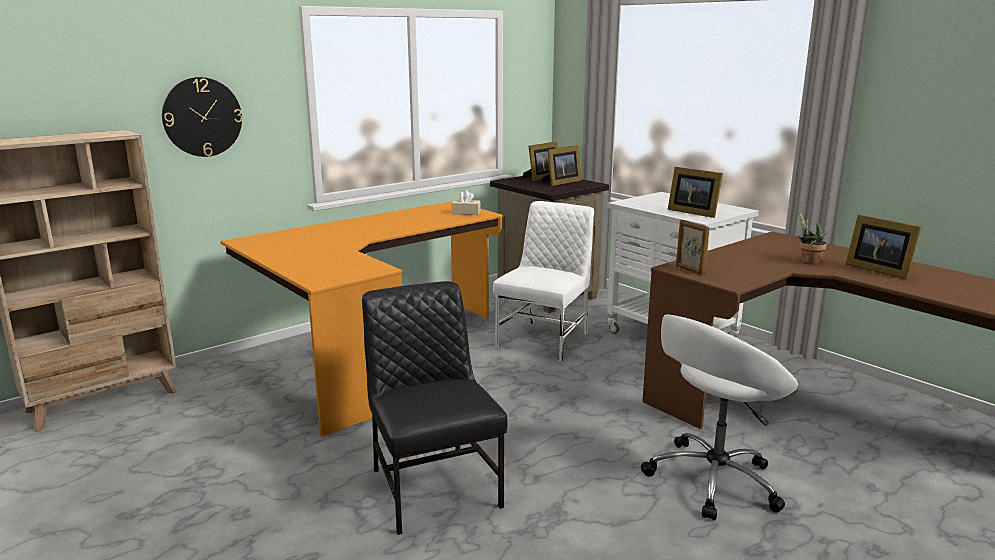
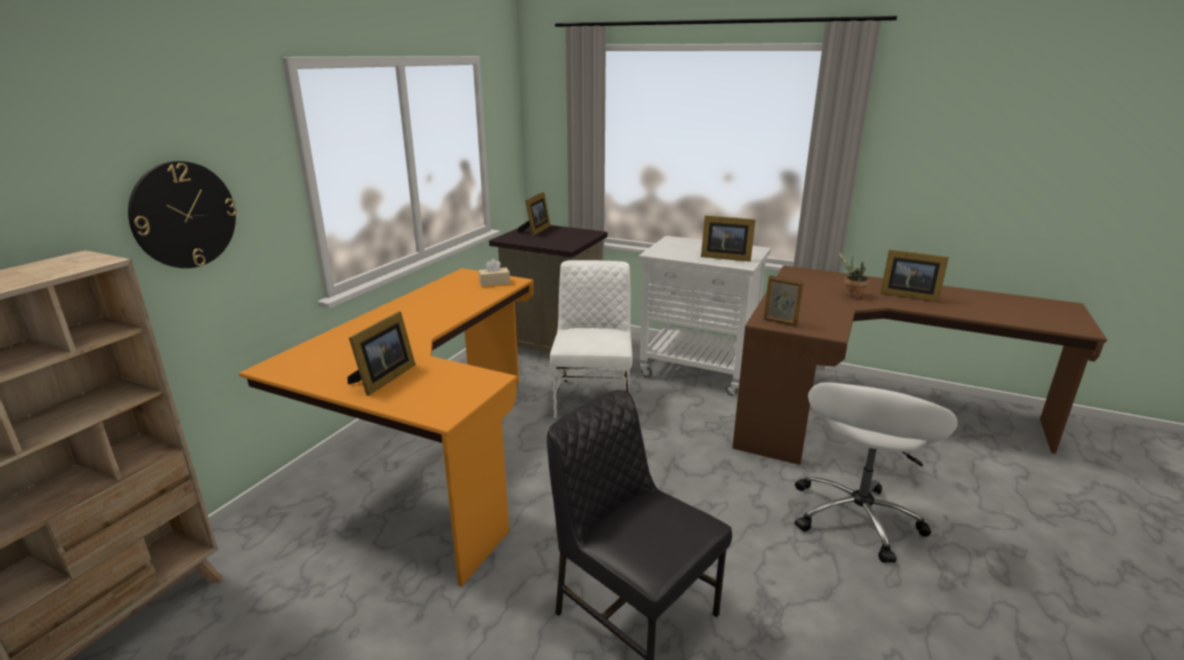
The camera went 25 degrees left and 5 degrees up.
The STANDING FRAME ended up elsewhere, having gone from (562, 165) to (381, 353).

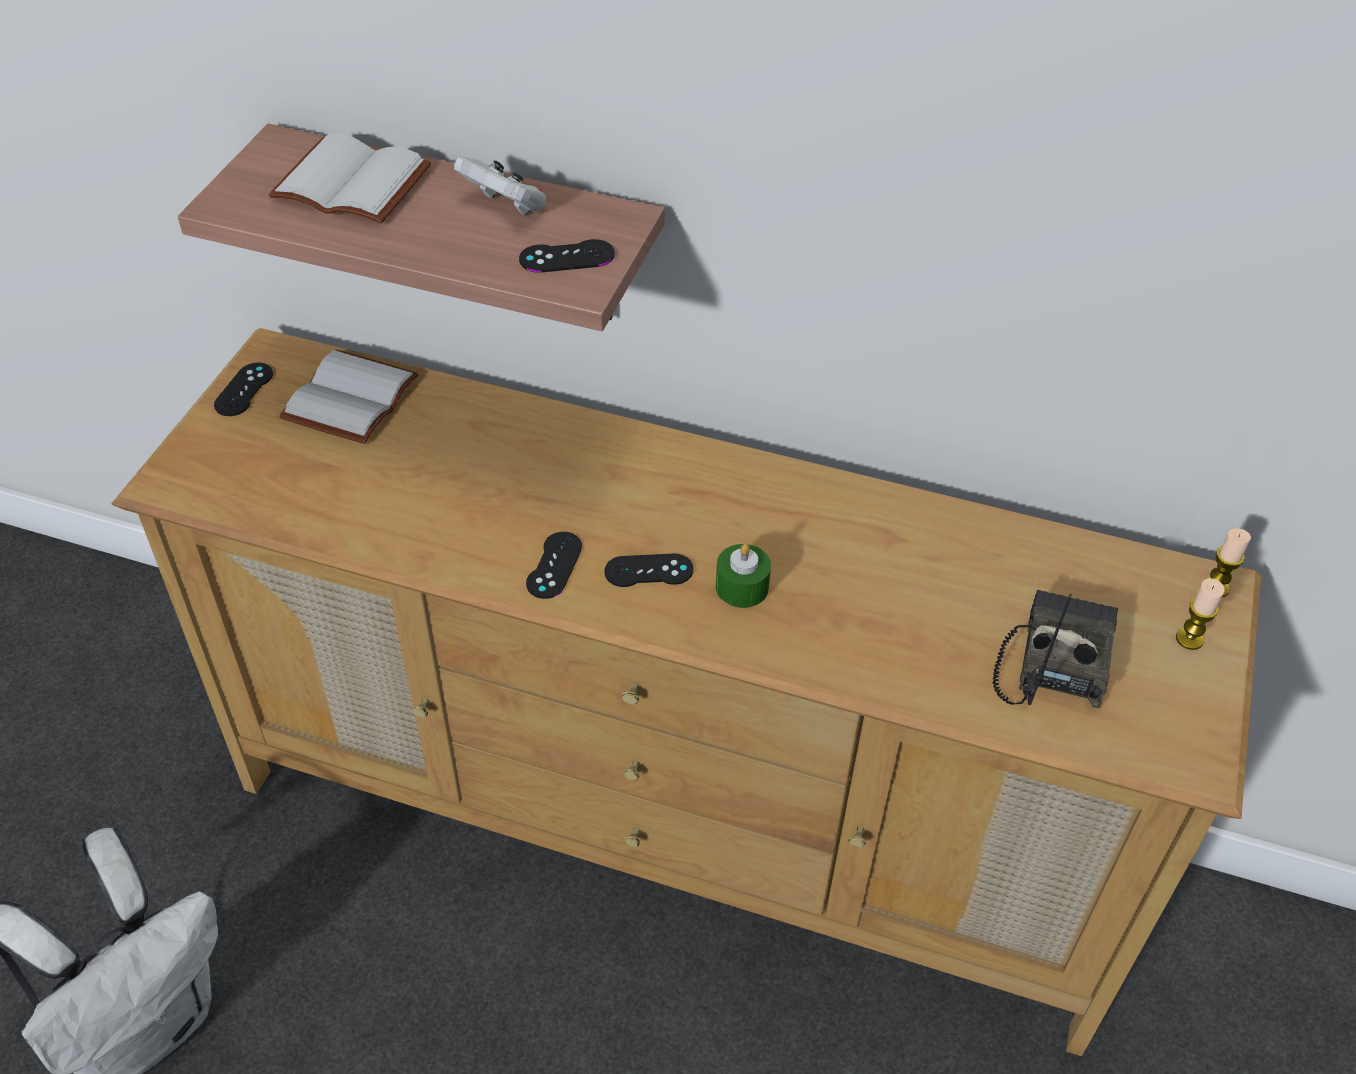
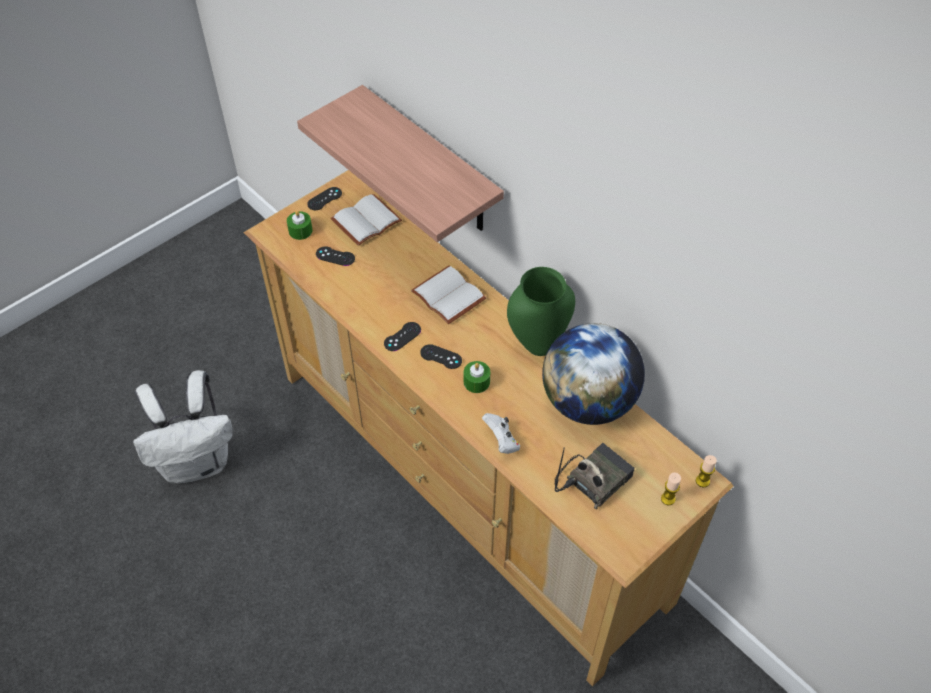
The camera went 30 degrees right and 5 degrees up.
The second view gained the GREENISH WAX CANDLE at (300, 225).
The second view gained the GREENISH FLOWER VASE at (541, 311).
The second view gained the GLOBE at (593, 374).
The WHITISH VOLUME ended up elsewhere, having gone from (349, 179) to (448, 295).
The WHITISH GAMEPAD ended up elsewhere, having gone from (500, 185) to (501, 433).
The BLACK GAMEPAD ended up elsewhere, having gone from (567, 256) to (335, 256).

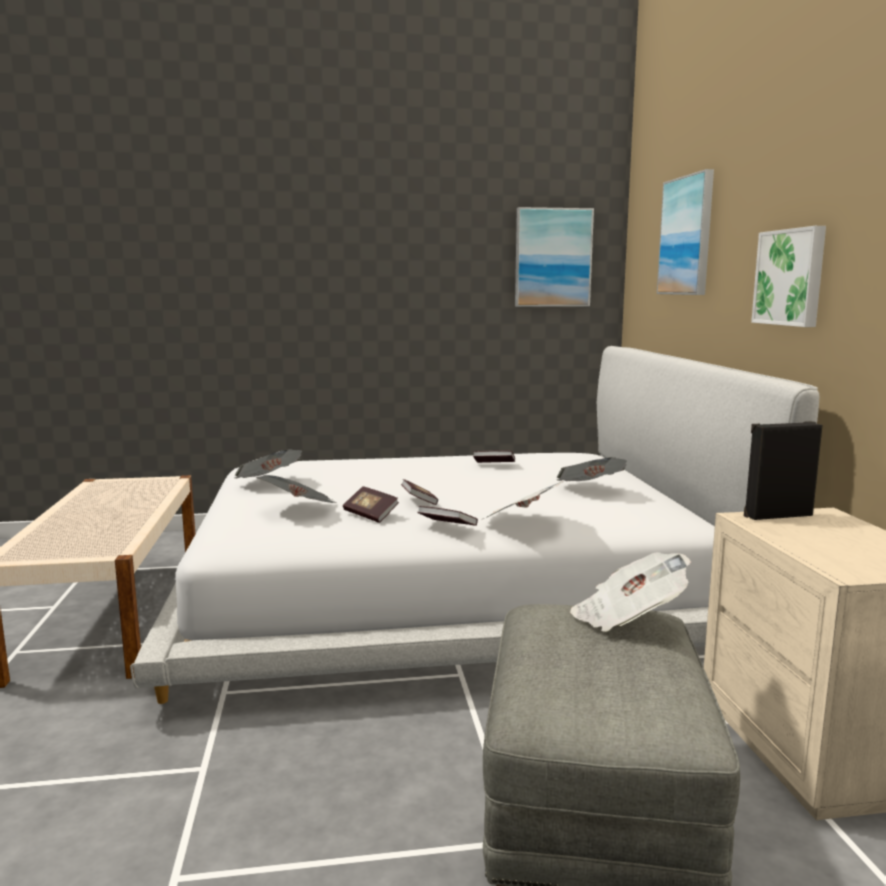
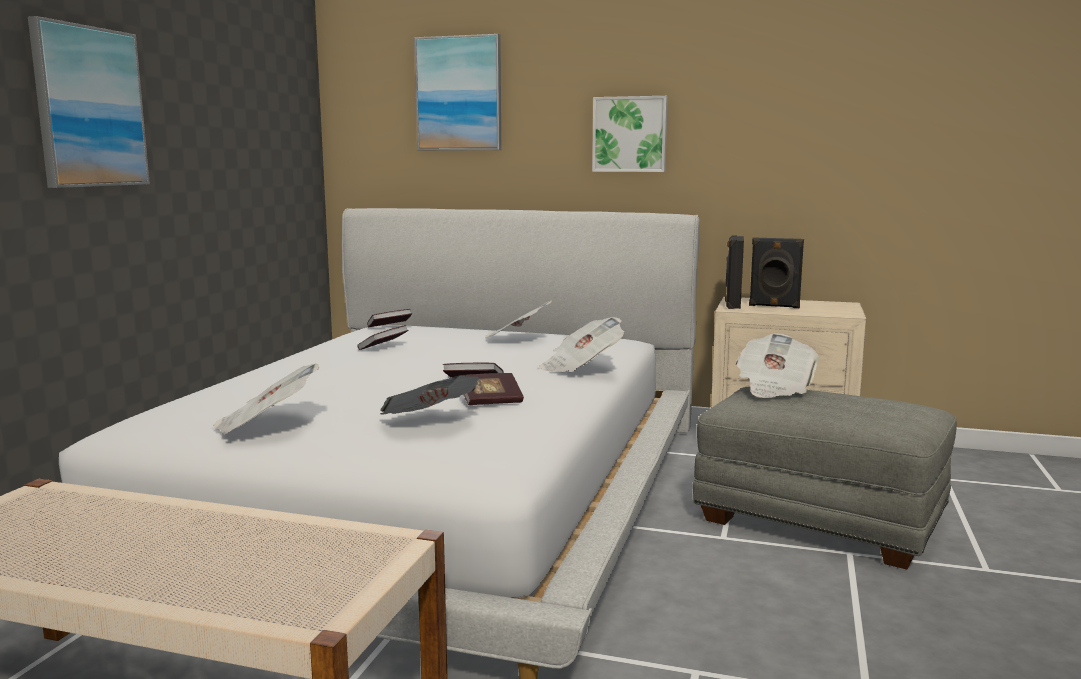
The camera went 65 degrees left and 0 degrees up.
The second view gained the BLACK AUDIO SPEAKER at (776, 273).
The VOLUME ended up elsewhere, having gone from (448, 516) to (389, 318).
The WALL PICTURE ended up elsewhere, having gone from (554, 257) to (89, 102).

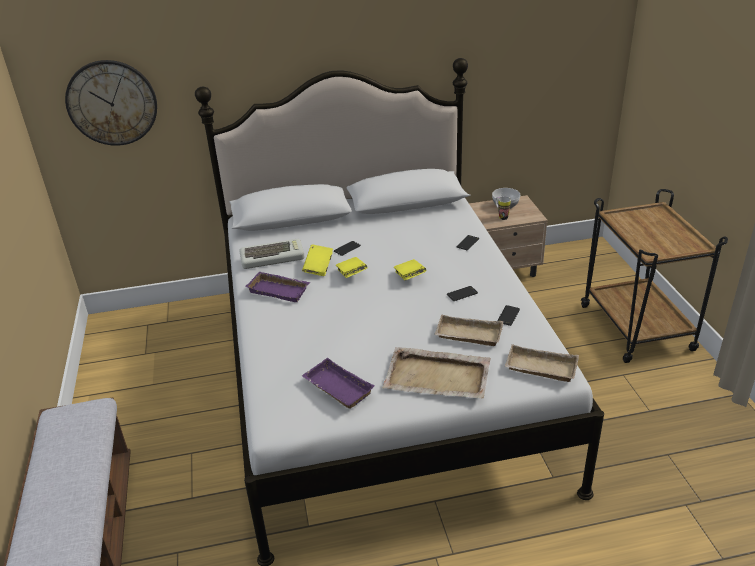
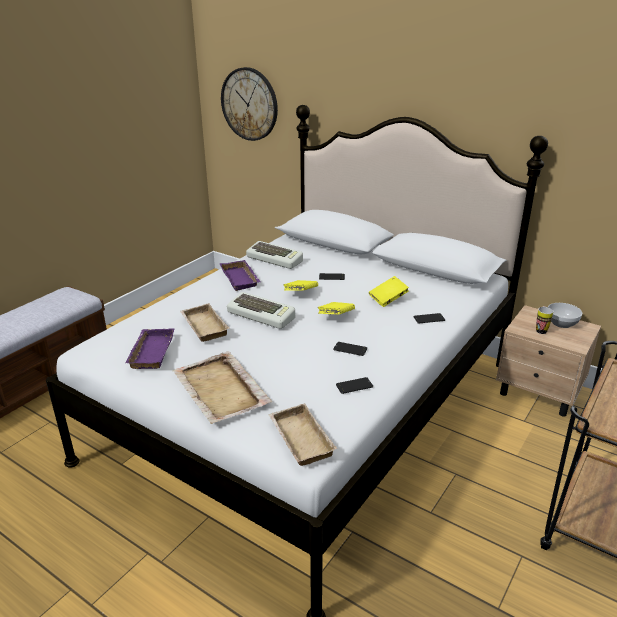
The camera went 45 degrees right and 5 degrees down.
The second view gained the PC KEYBOARD at (261, 310).
The YELLOW-COLOURED VOLUME ended up elsewhere, having gone from (317, 260) to (389, 291).
The SAND-COLOURED TRAY ended up elsewhere, having gone from (468, 330) to (204, 322).

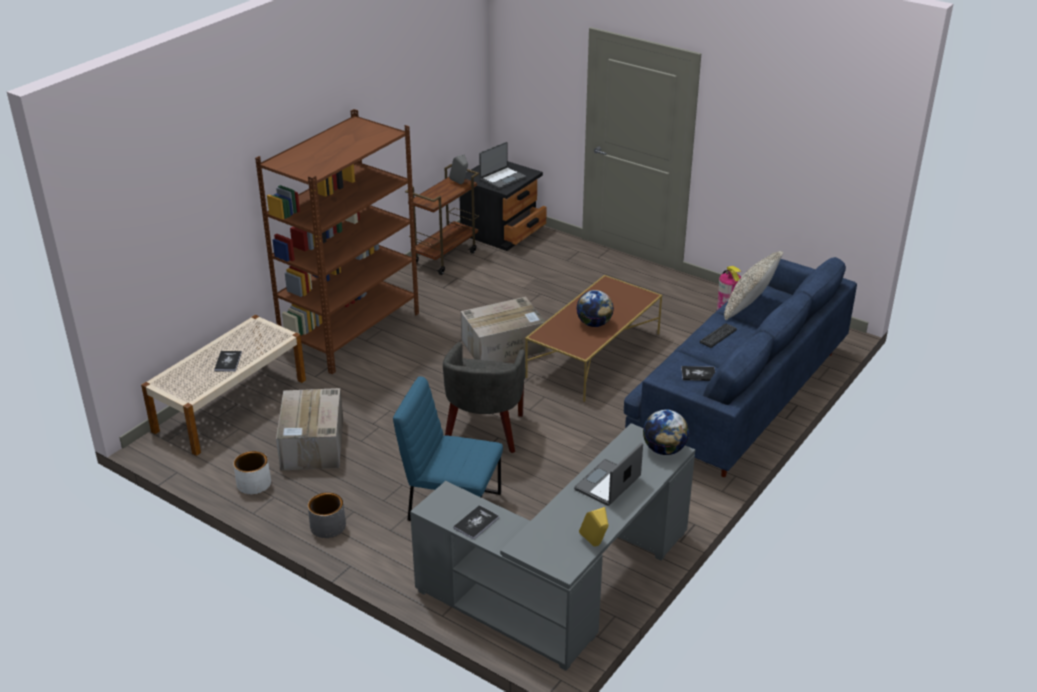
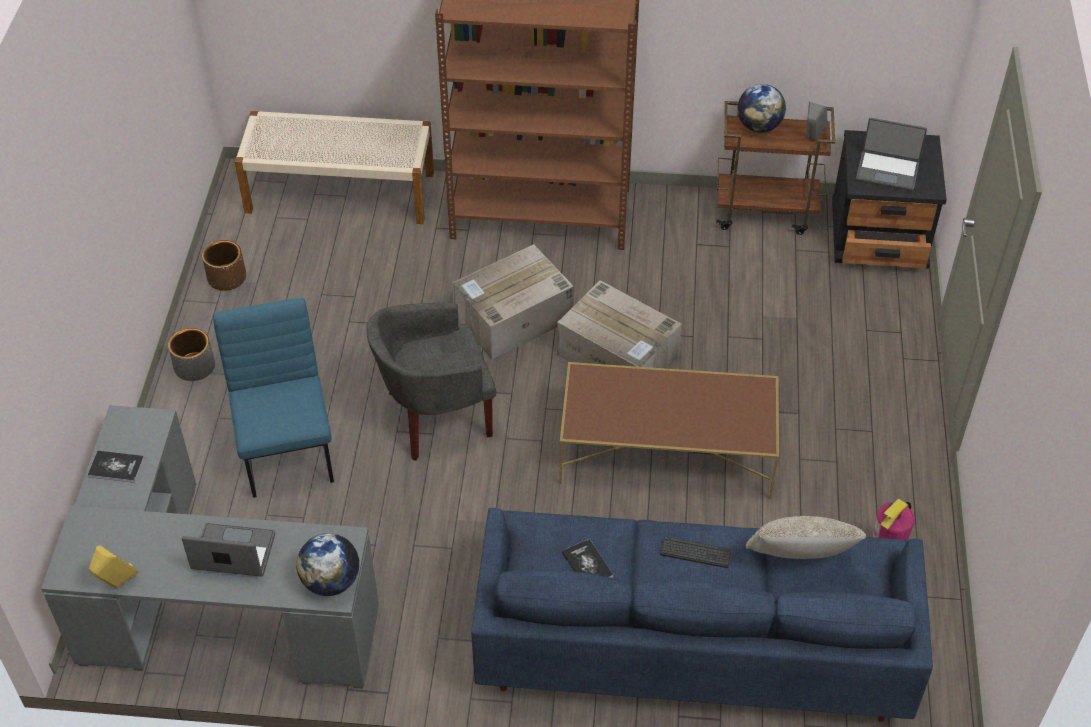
The camera went 60 degrees right and 15 degrees up.
The second view lost the VOLUME at (228, 361).
The CARTON ended up elsewhere, having gone from (309, 429) to (513, 302).
The GLOBE ended up elsewhere, having gone from (594, 308) to (761, 108).
What was the WHITISH PLANT POT at (252, 473) turned into the BROWNISH PLANT POT at (224, 265).

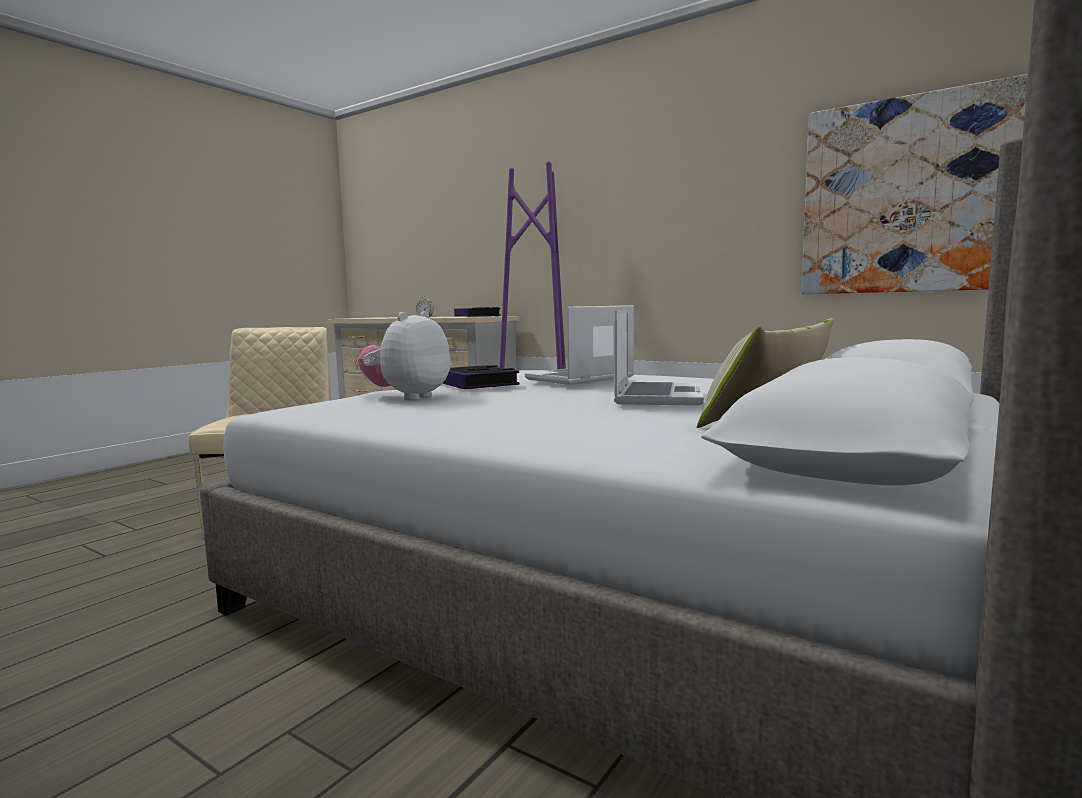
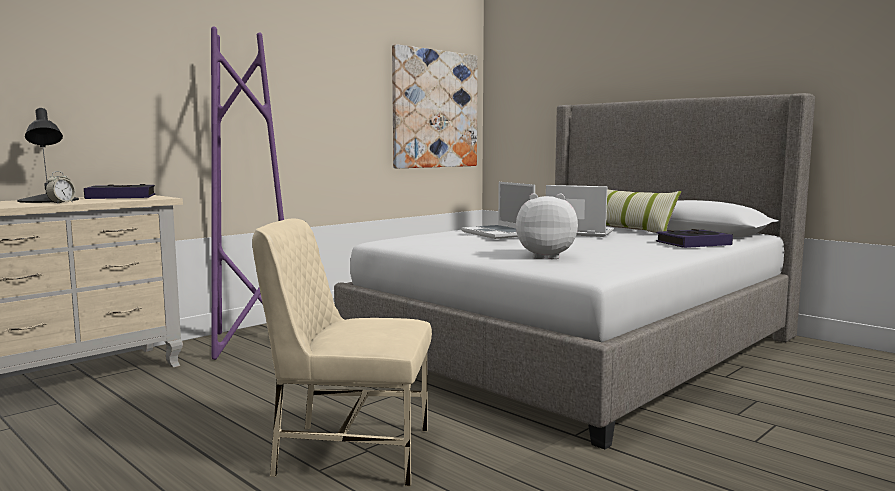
The camera went 80 degrees left and 0 degrees up.
The second view gained the BLACK TABLE LAMP at (48, 155).
The VOLUME ended up elsewhere, having gone from (480, 377) to (694, 238).
The SOFT TOY at (404, 356) ended up facing another way, 150 degrees clockwise from before.

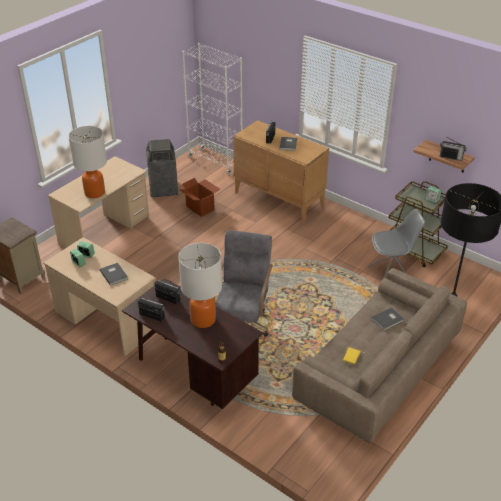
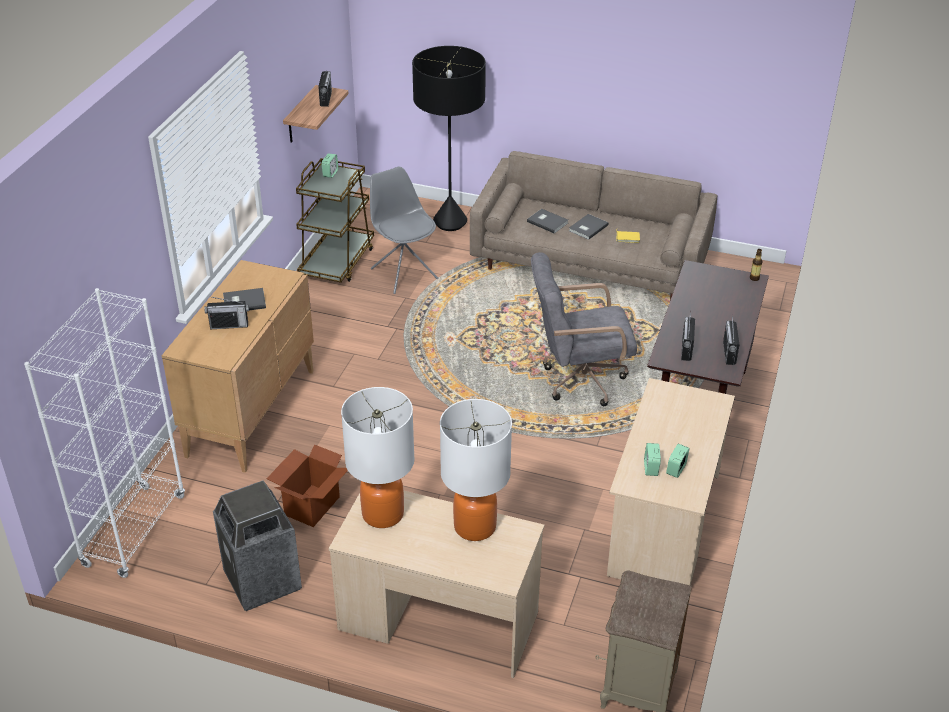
The camera went 110 degrees left and 0 degrees up.
The GRAY VOLUME ended up elsewhere, having gone from (114, 274) to (589, 227).
The TABLE LAMP ended up elsewhere, having gone from (200, 285) to (378, 457).

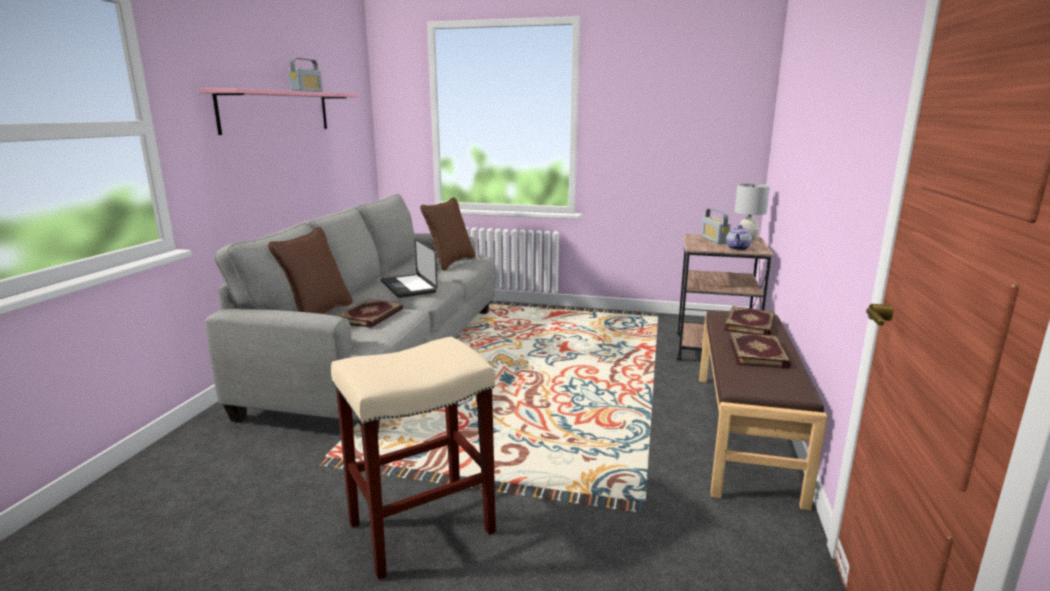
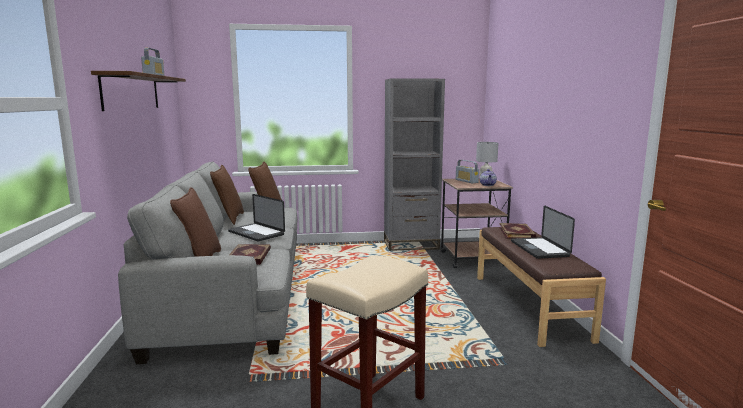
The camera went 20 degrees left and 5 degrees down.
The second view gained the BROWNISH PILLOW at (227, 195).
The second view gained the GRAY BOOKSHELF at (414, 164).
Where the VOLUME stood at (760, 350), the NOTEBOOK COMPUTER came to stand at (543, 232).
What was the PINK WALL SHELF at (279, 111) turned into the BROWNISH WALL SHELF at (138, 91).

